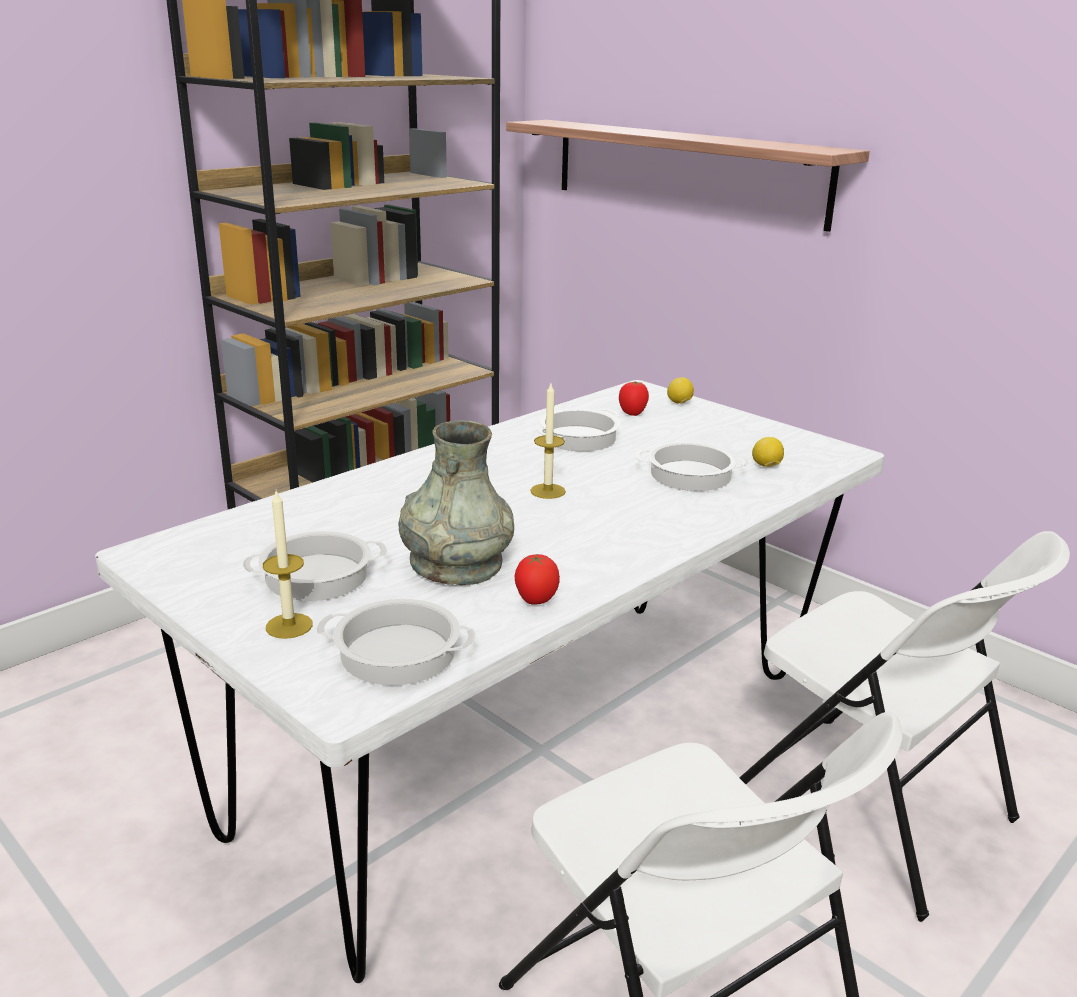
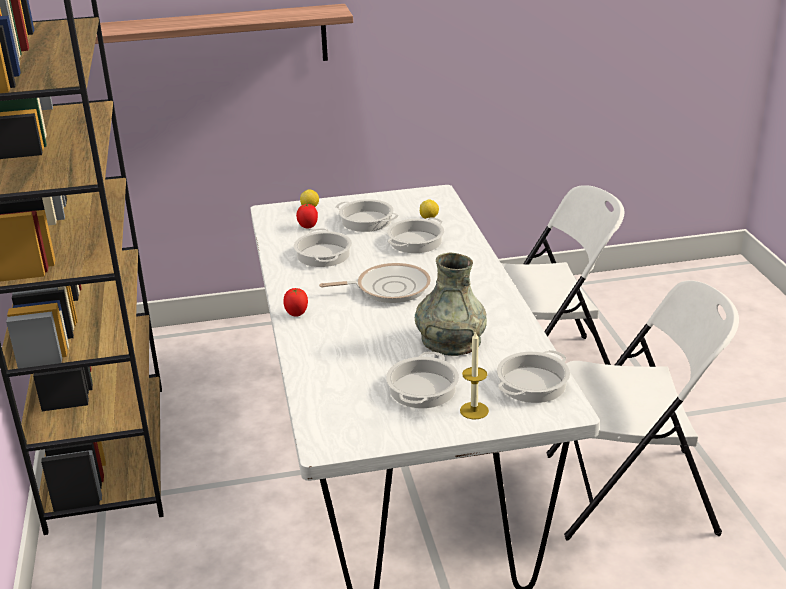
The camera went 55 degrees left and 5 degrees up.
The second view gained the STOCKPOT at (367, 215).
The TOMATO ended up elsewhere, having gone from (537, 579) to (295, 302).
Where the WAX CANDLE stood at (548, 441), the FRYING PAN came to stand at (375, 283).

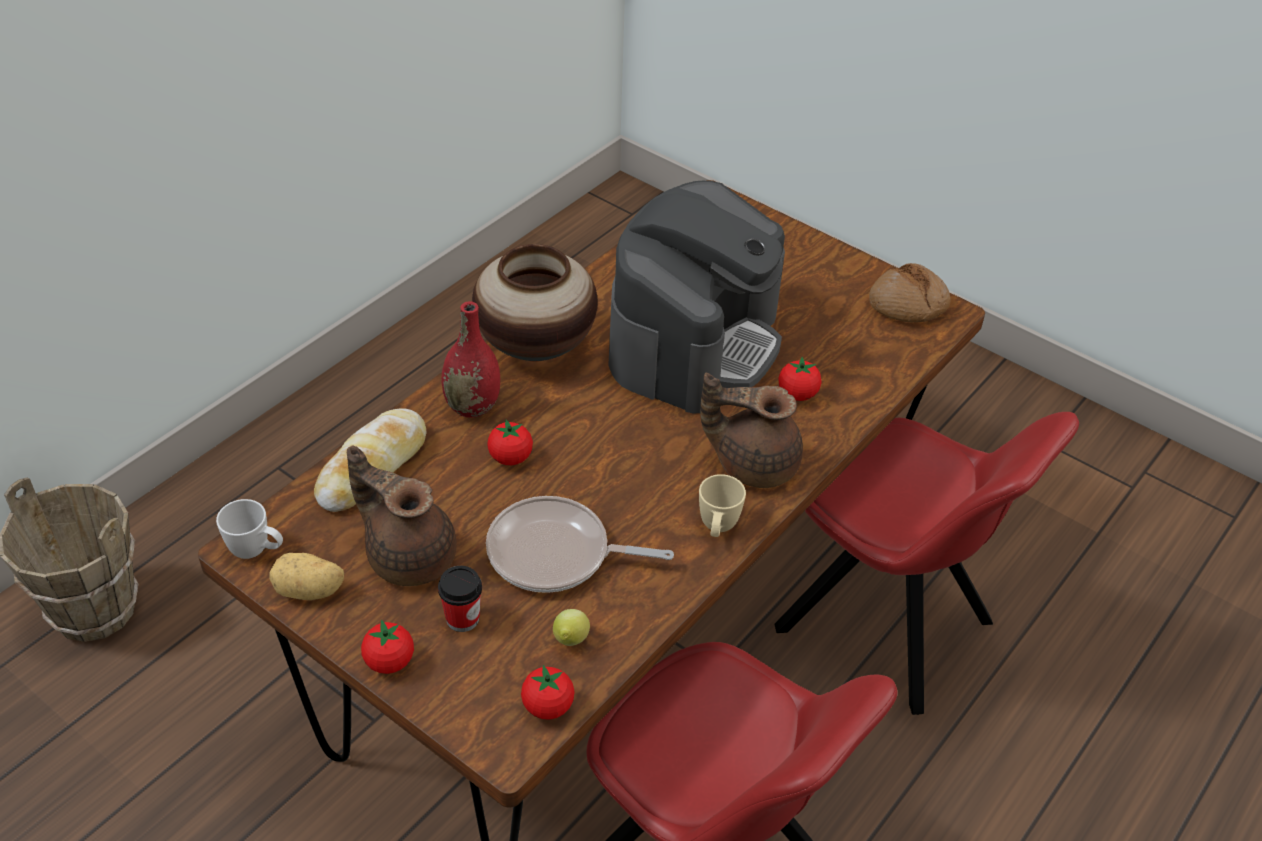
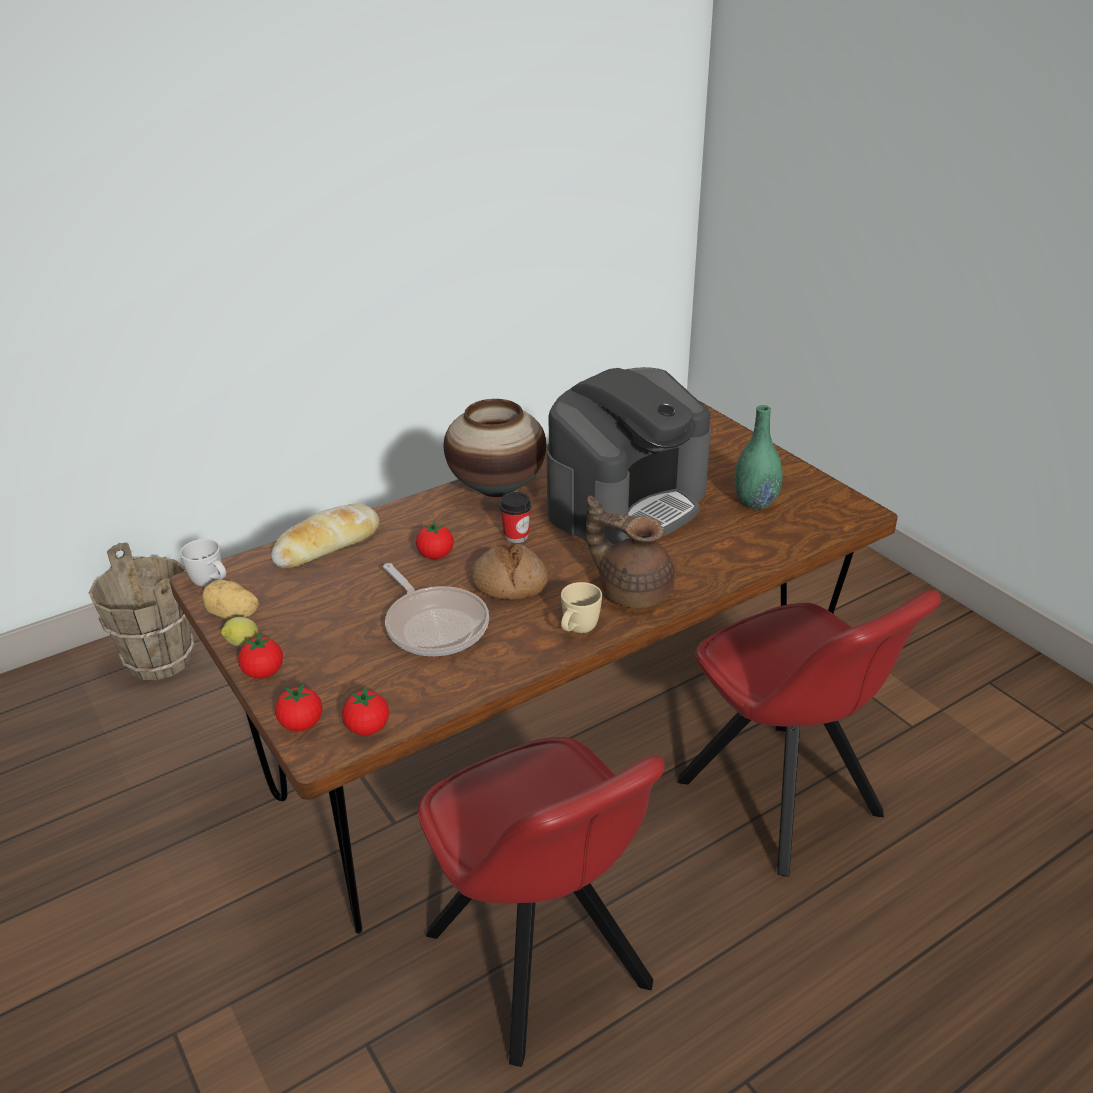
The camera went 20 degrees right and 10 degrees down.
The second view lost the BROWNISH TEA POT at (402, 515).
The second view lost the REDDISH FLOWER VASE at (470, 359).
The second view gained the GREENISH FLOWER VASE at (758, 457).
The CUP ended up elsewhere, having gone from (460, 599) to (515, 517).
The CITRUS FRUIT ended up elsewhere, having gone from (571, 627) to (239, 631).
The TOMATO ended up elsewhere, having gone from (800, 379) to (299, 707).
The BREAD ended up elsewhere, having gone from (910, 293) to (509, 572).
The FRYING PAN at (580, 544) ended up facing another way, 150 degrees counterclockwise from before.

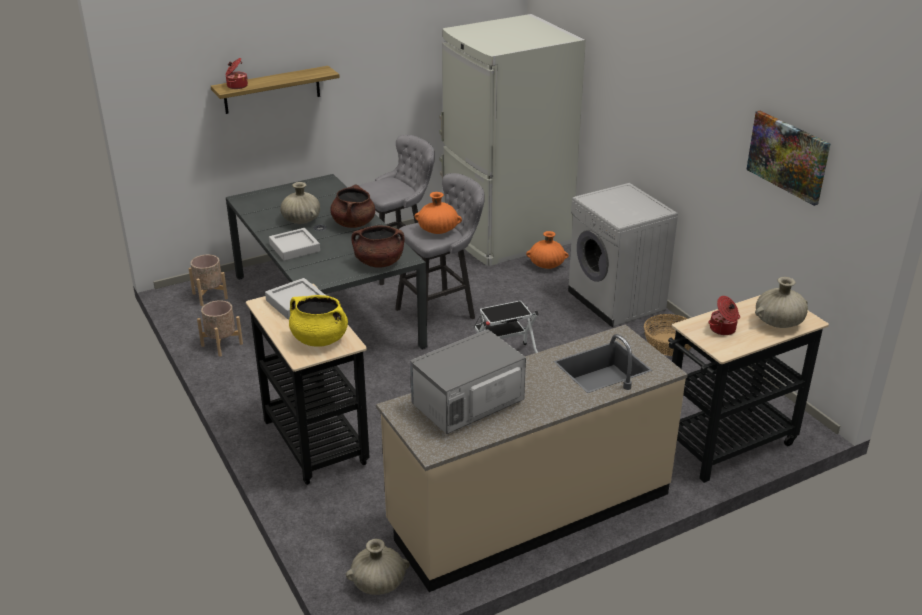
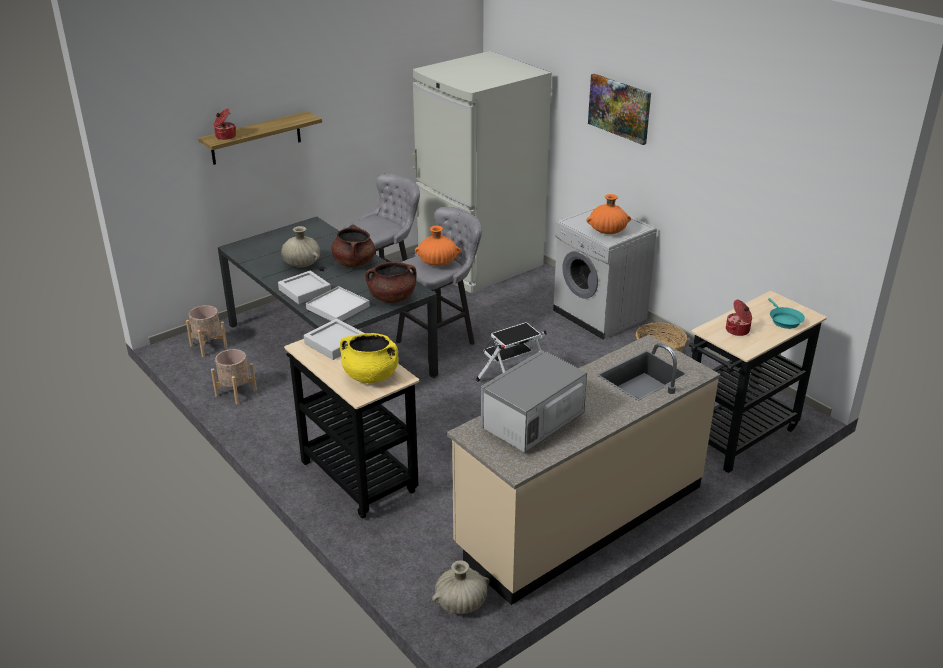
The camera went 10 degrees left and 0 degrees up.
The second view gained the WHITISH TRAY at (338, 303).
The ORANGEY FLOWER VASE ended up elsewhere, having gone from (547, 250) to (608, 214).
The WALL PICTURE ended up elsewhere, having gone from (788, 158) to (619, 109).
Where the SAND-COLOURED FLOWER VASE stood at (781, 302), the BLUE-GREEN FRYING PAN came to stand at (786, 313).

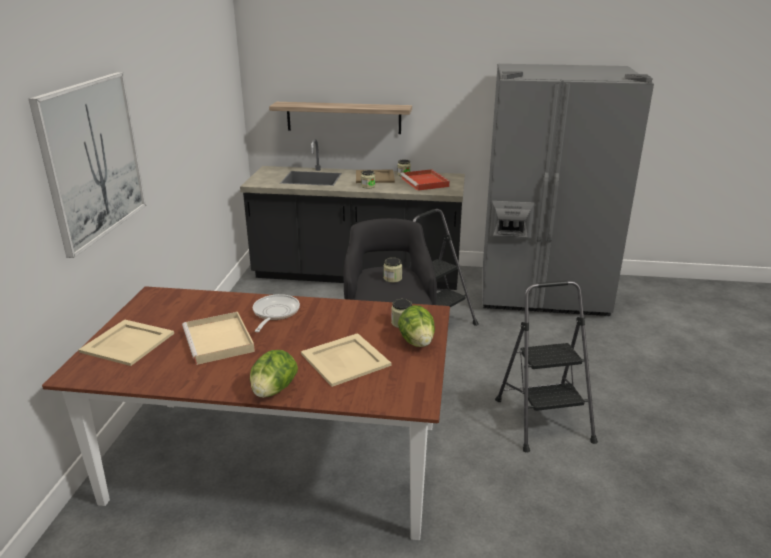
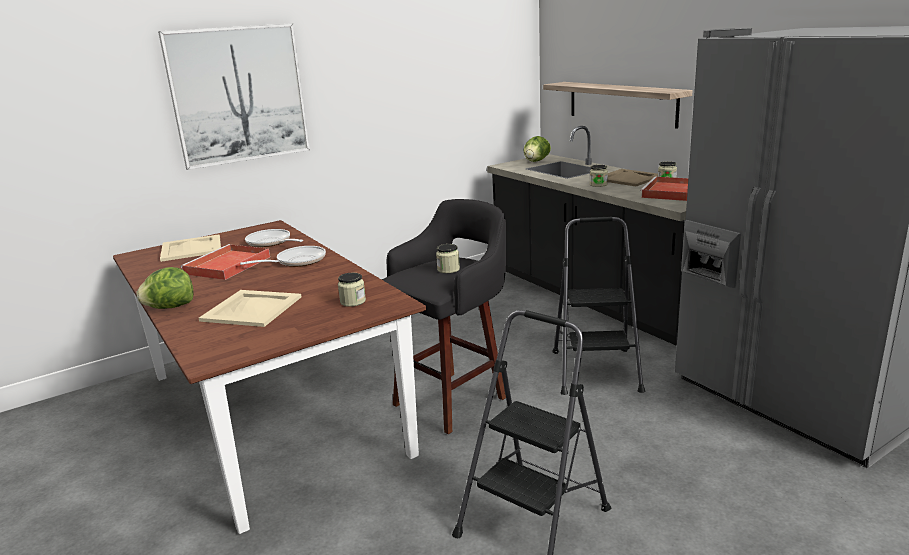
The camera went 50 degrees right and 5 degrees down.
The second view gained the FRYING PAN at (274, 238).
The HEAD OF LETTUCE ended up elsewhere, having gone from (416, 326) to (537, 149).
What was the SAND-COLOURED TRAY at (218, 338) turned into the REDDISH TRAY at (225, 262).

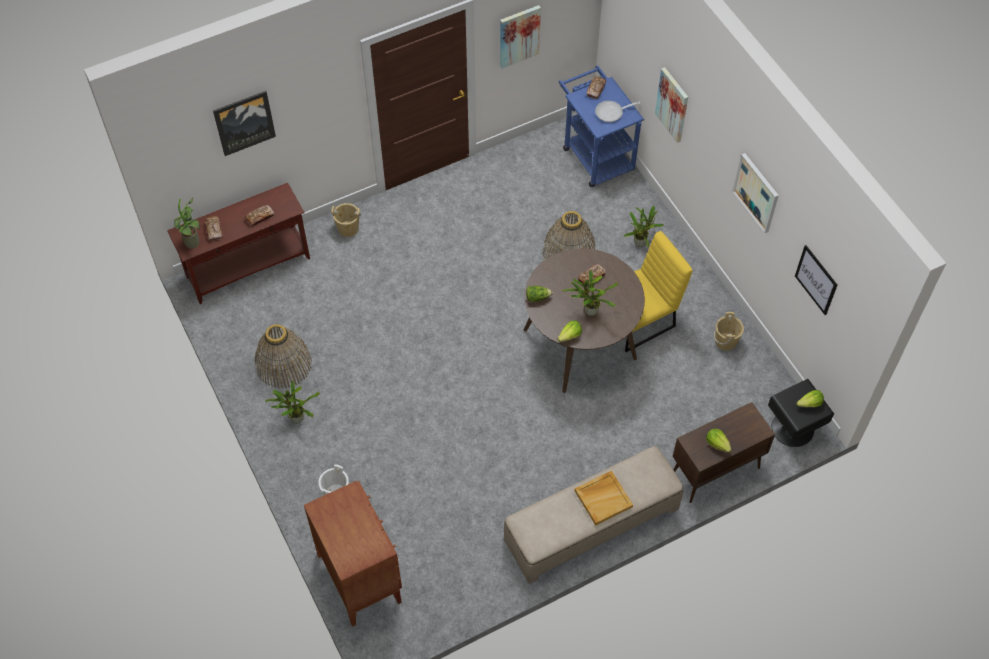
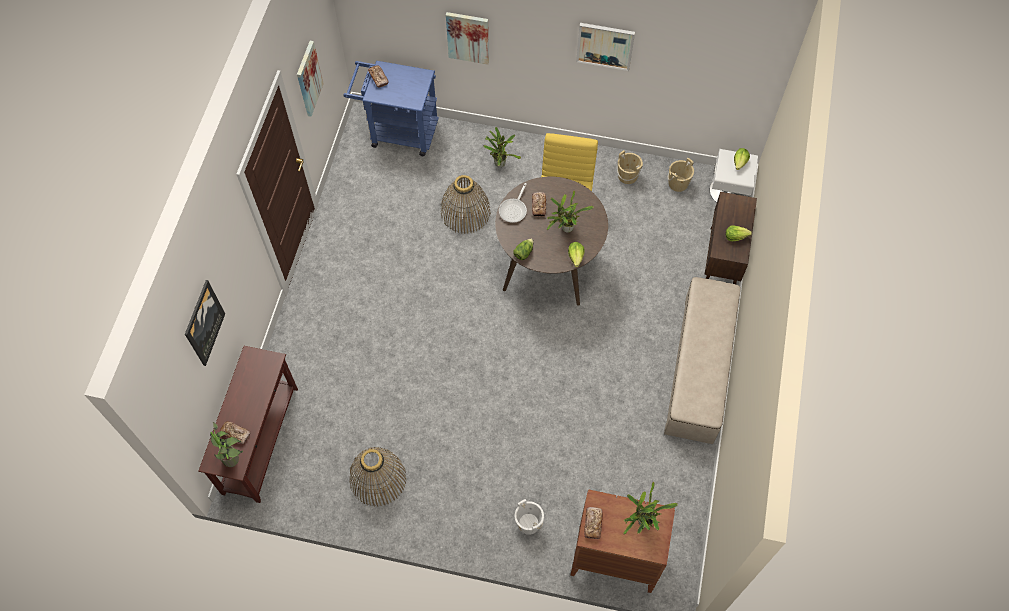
The camera went 50 degrees left and 5 degrees up.
The second view lost the SAND-COLOURED TRAY at (603, 498).
The second view lost the WALL PICTURE at (816, 280).
The BREAD ended up elsewhere, having gone from (259, 216) to (593, 523).
The PLANT IN A POT ended up elsewhere, having gone from (292, 402) to (650, 508).
The SAND-COLOURED PAIL ended up elsewhere, having gone from (346, 220) to (680, 175).
The FRYING PAN ended up elsewhere, having gone from (617, 111) to (513, 203).
What was the BLACK NIGHT TABLE at (801, 413) turned into the WHITISH NIGHT TABLE at (734, 176).

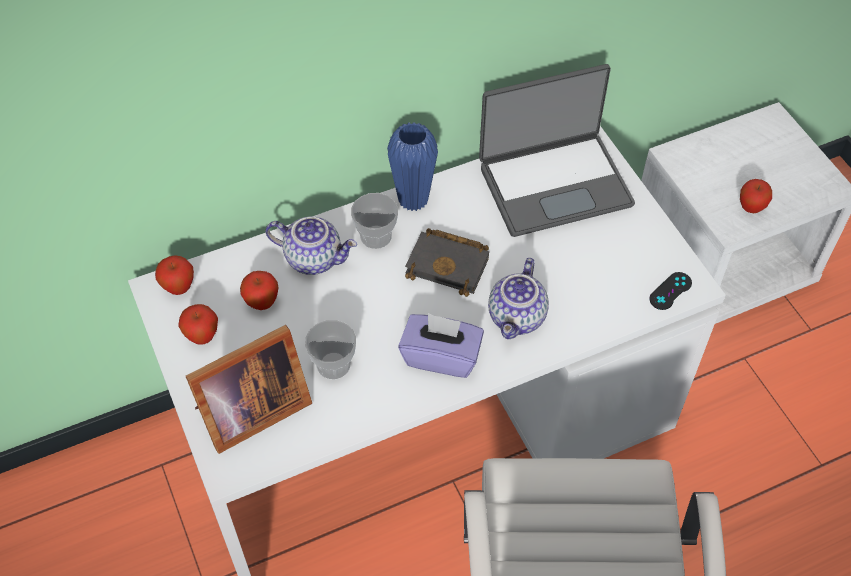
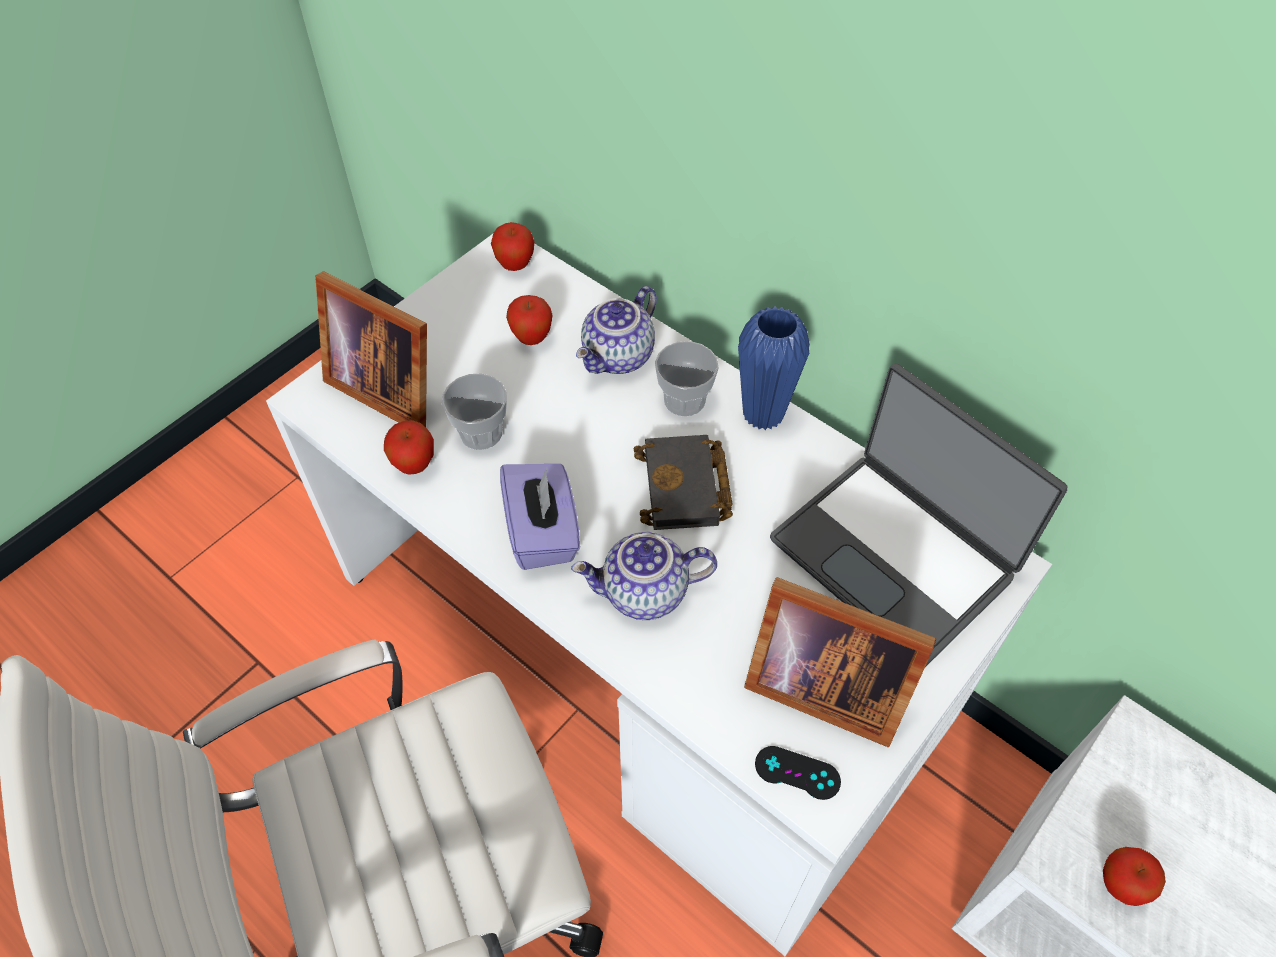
The camera went 65 degrees right and 0 degrees up.
The second view gained the STANDING FRAME at (840, 662).
The WHOLE APPLE ended up elsewhere, having gone from (198, 324) to (409, 447).
The TEA POT at (311, 246) ended up facing another way, 45 degrees clockwise from before.

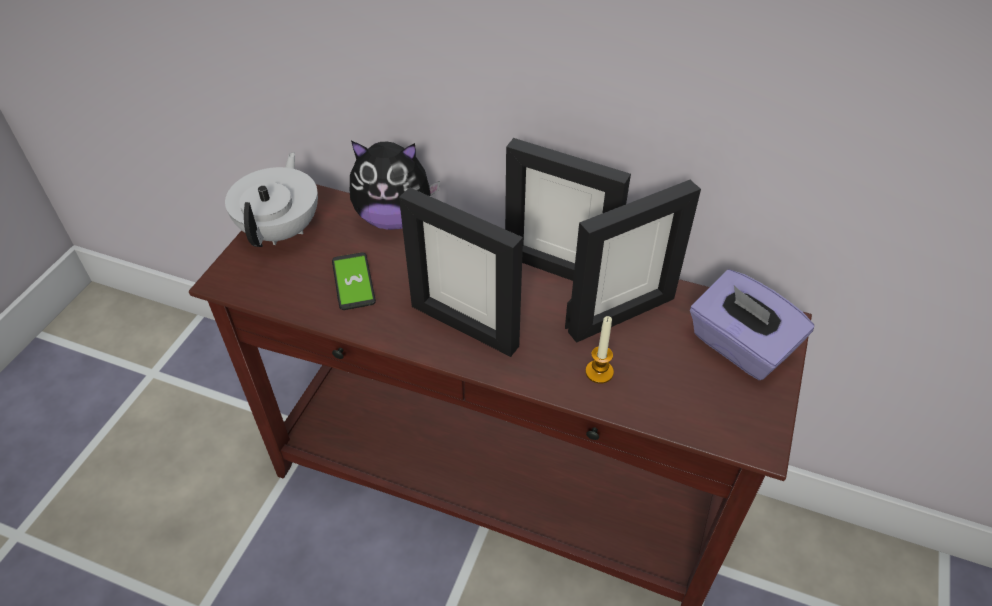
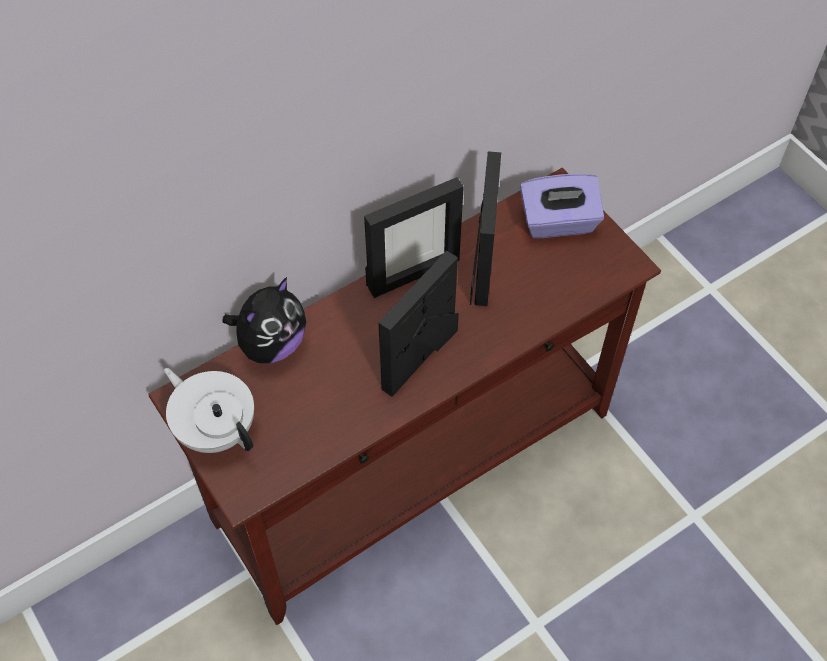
The camera went 55 degrees left and 10 degrees up.
The second view lost the HANDSET at (354, 281).
The second view lost the WAX CANDLE at (599, 350).
The STANDING FRAME at (461, 272) ended up facing another way, 150 degrees clockwise from before.

